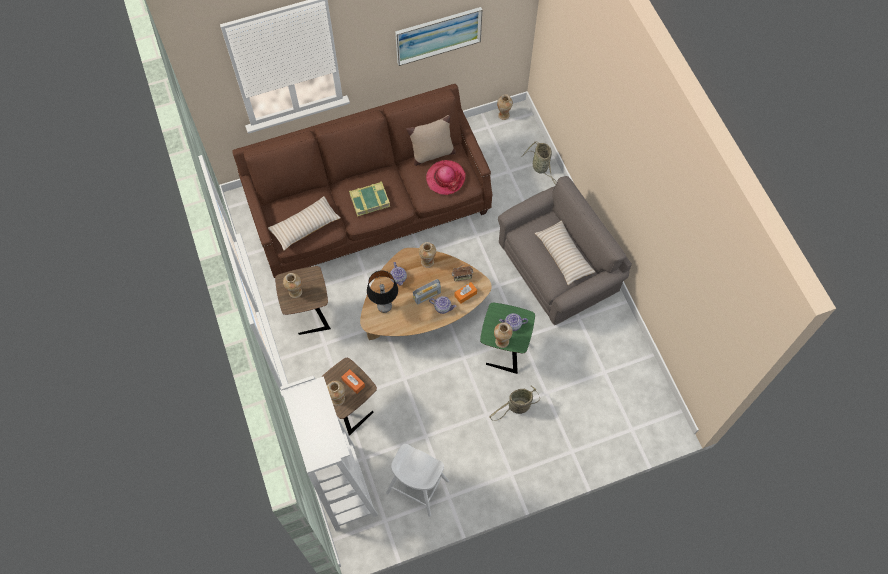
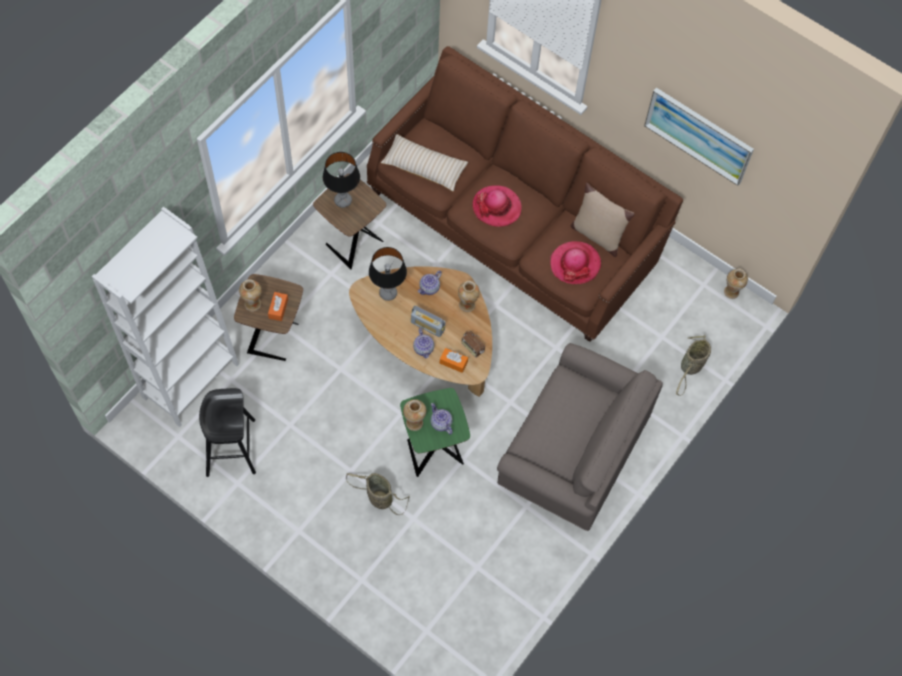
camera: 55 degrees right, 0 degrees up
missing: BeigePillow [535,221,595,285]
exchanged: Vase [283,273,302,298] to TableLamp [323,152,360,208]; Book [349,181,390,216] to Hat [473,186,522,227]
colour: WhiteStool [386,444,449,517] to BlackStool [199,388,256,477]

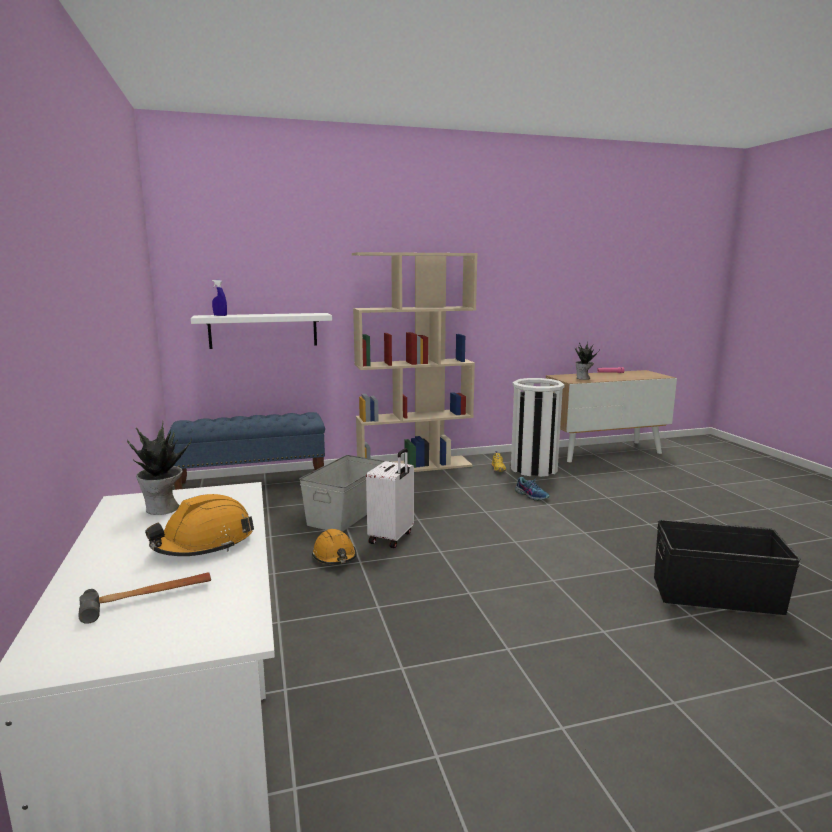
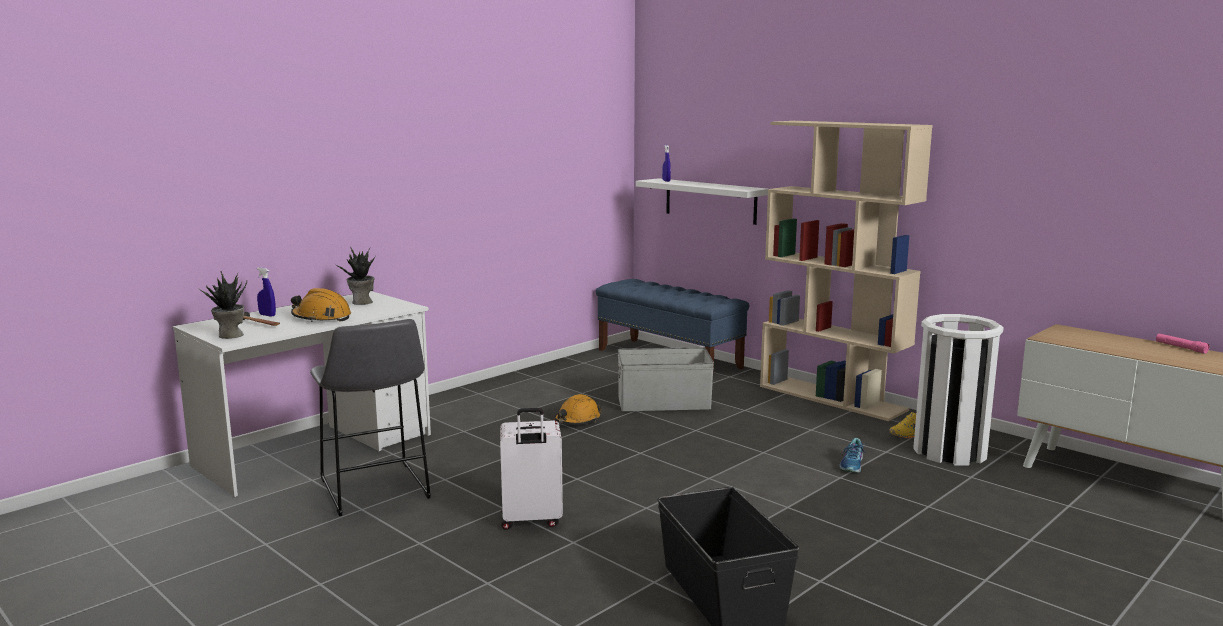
camera: 60 degrees right, 0 degrees up
appeared: BlueSprayBottle [257,267,276,317]; GreyStool [310,319,431,516]
relocated: WhiteSuitcase [366,448,414,548] to [500,408,563,530]; PottedPlant [575,342,600,380] to [199,271,247,339]

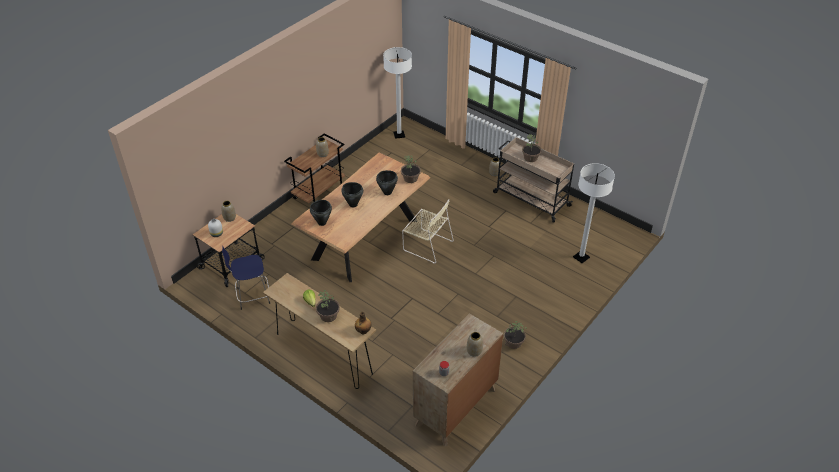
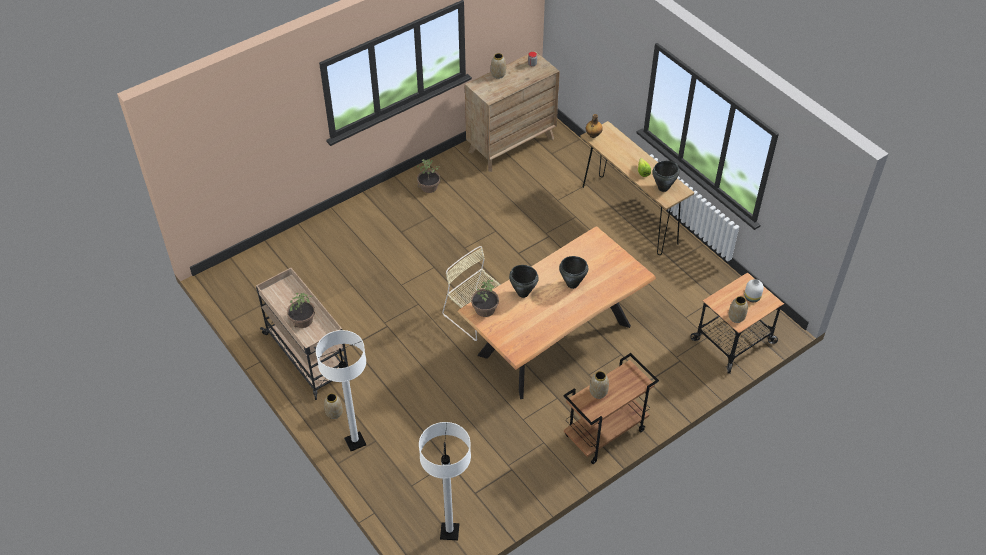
camera: 165 degrees left, 5 degrees up
missing: BlueStool [222,247,270,310]; PottedPlant [316,290,340,322]
relocated: BlackCookingPot [310,200,332,226] to [652,161,679,192]; WhiteFloorLamp [573,163,615,263] to [316,330,366,451]

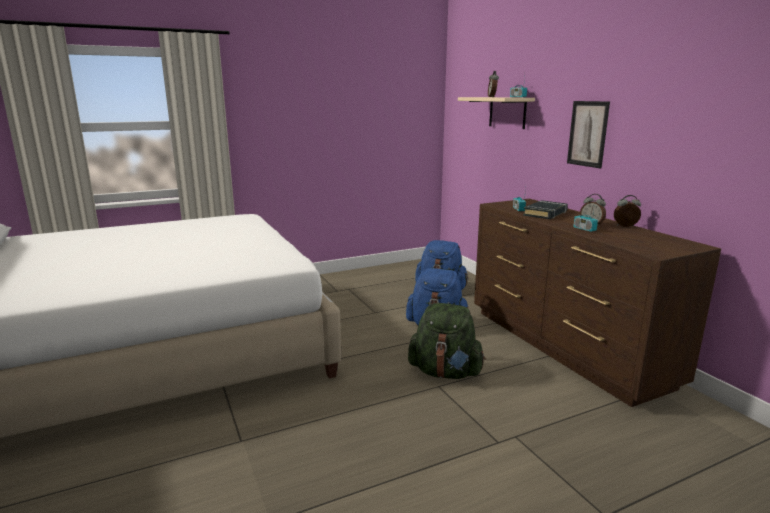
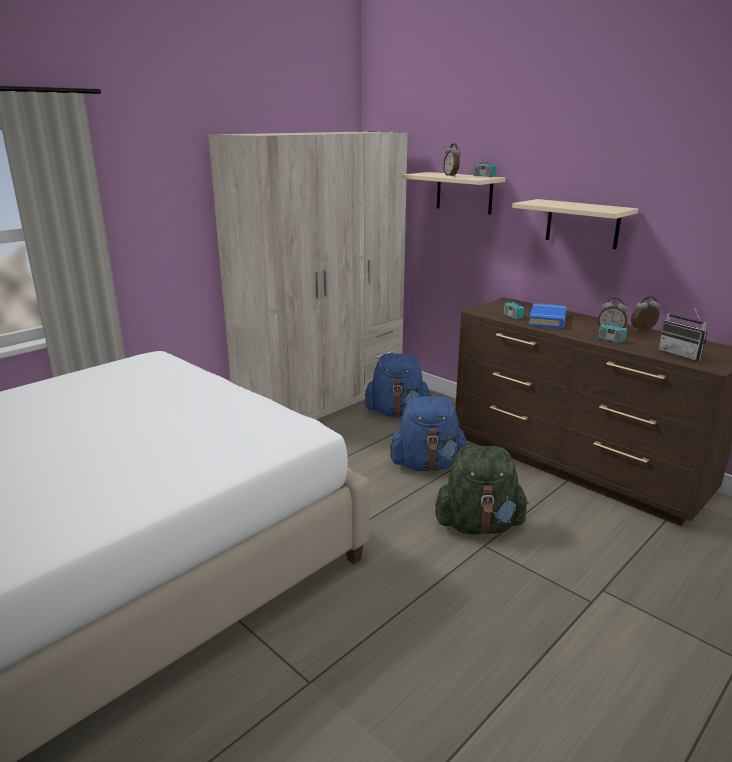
camera: 20 degrees left, 5 degrees up
appeared: BeigeWardrobe [208,131,408,420]; Radio [658,304,708,361]
exchanged: Picture [567,101,610,168] to BeigeShelf [512,199,638,249]
colour: BlackBook [523,200,568,219] to BlueBook [529,303,567,329]

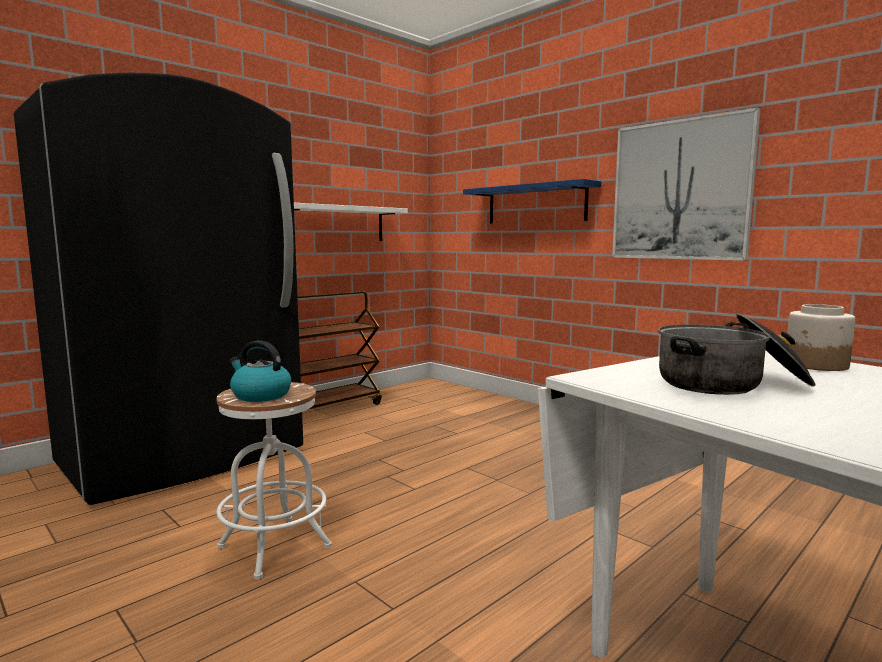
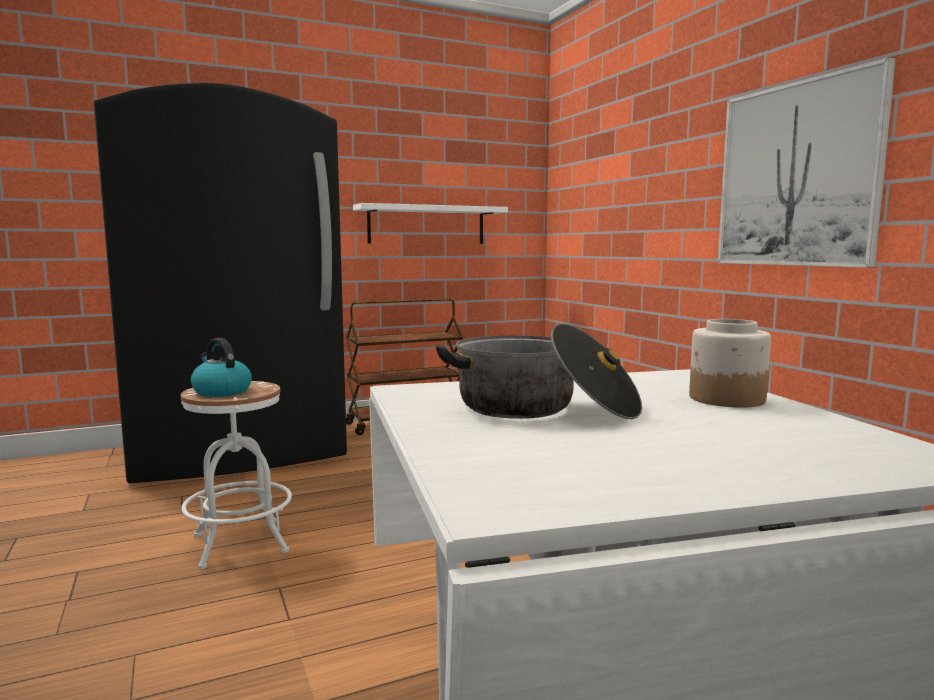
camera: 20 degrees right, 0 degrees up
missing: BlueShelf [463,179,601,223]

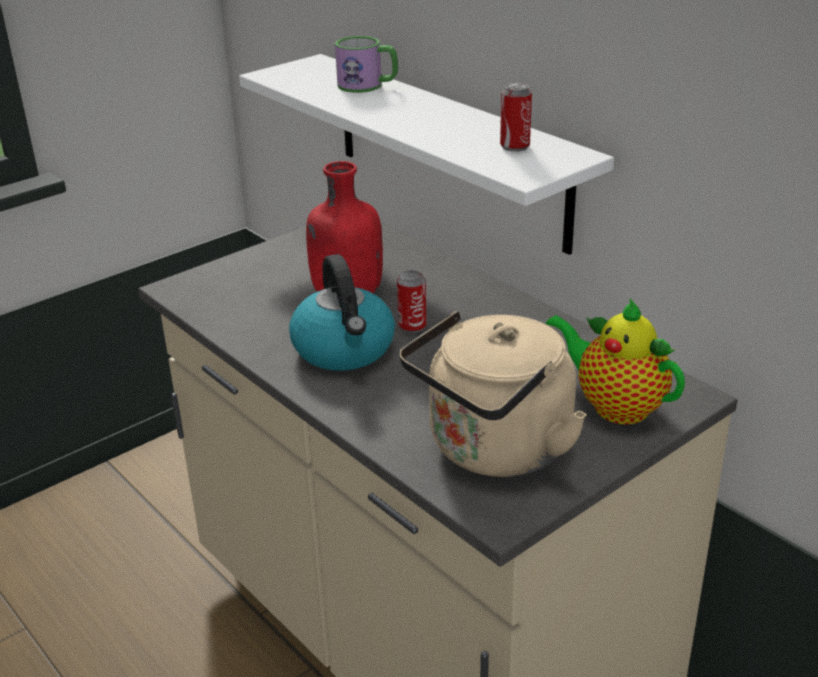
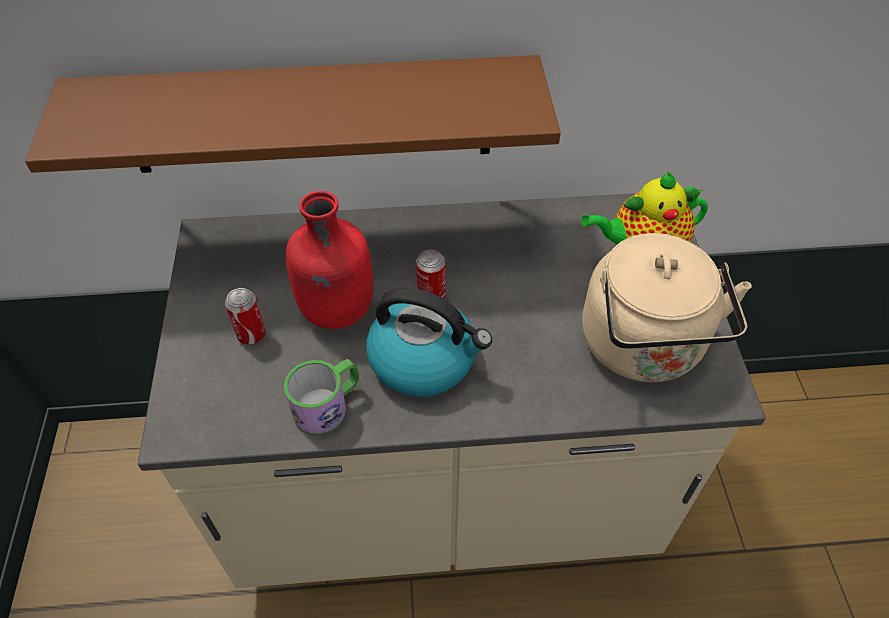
camera: 55 degrees left, 20 degrees up
relocated: Mug [335,36,398,93] to [284,359,359,436]; Can [500,83,532,152] to [225,288,266,345]
colour: WhiteShelf [239,54,614,255] to BrownShelf [25,55,561,173]

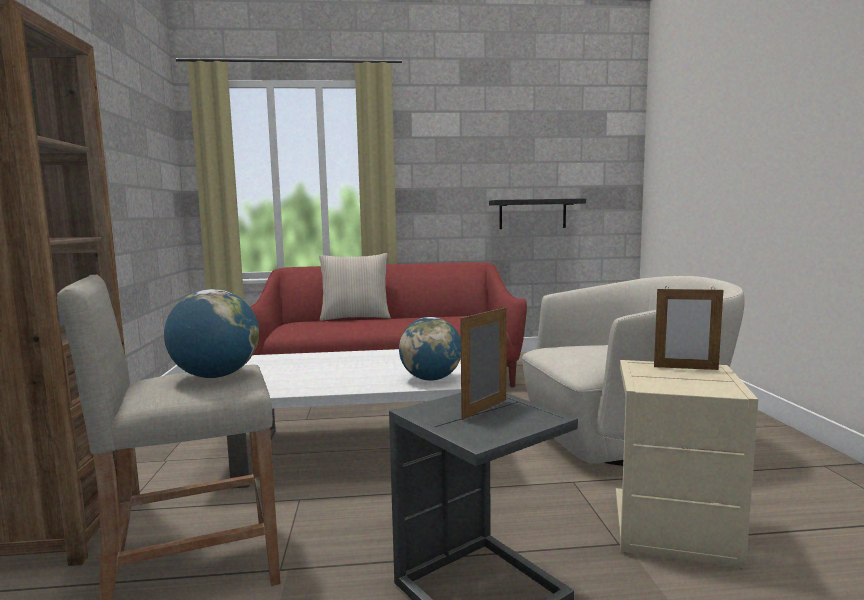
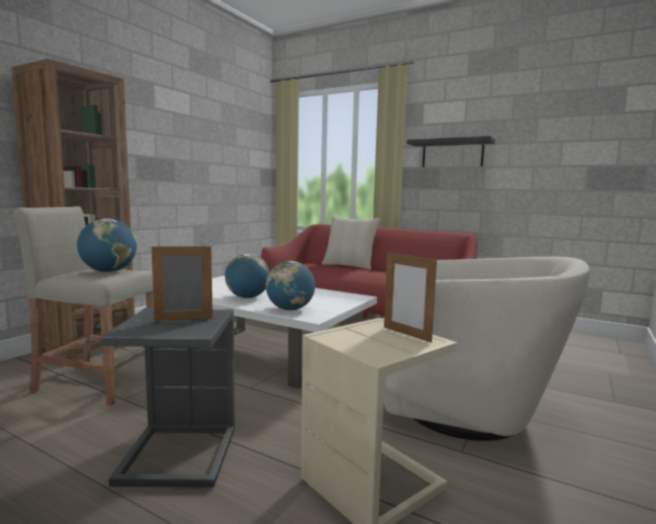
camera: 35 degrees right, 0 degrees up
appeared: Globe [225,254,270,298]
relocated: BlackShelf [489,198,586,229] to [407,136,495,167]

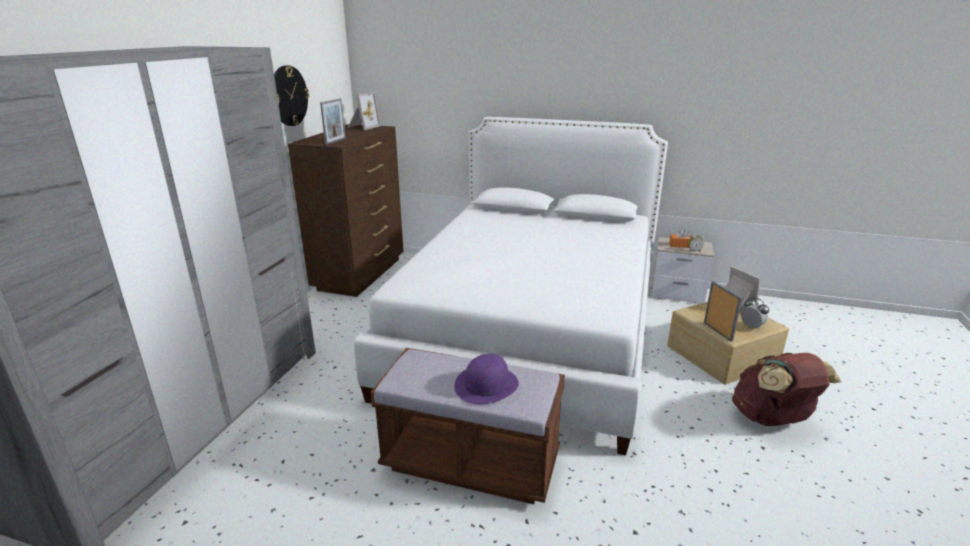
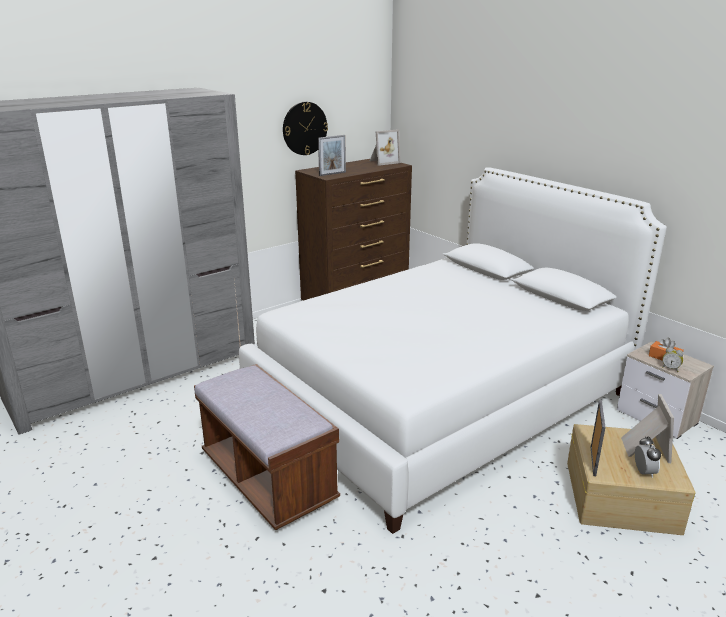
camera: 35 degrees right, 0 degrees up
missing: PurpleHat [454,353,519,405]; BrownBackpack [732,352,841,426]

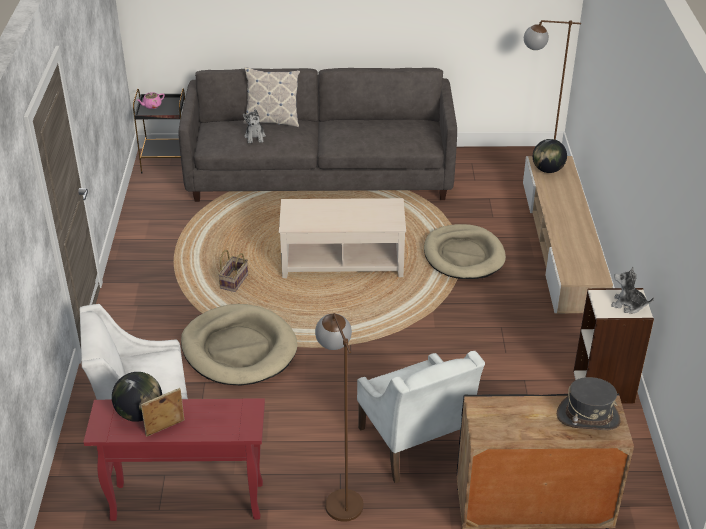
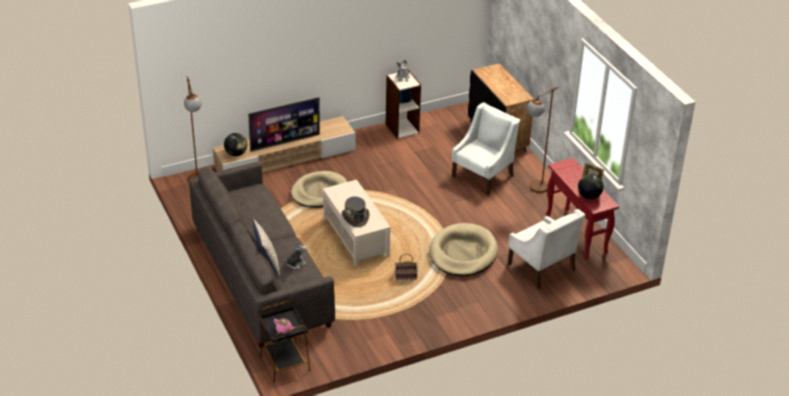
camera: 115 degrees left, 0 degrees up
appeared: Television [248,97,320,152]
relocated: GreyHat [557,377,621,430] to [342,196,369,227]

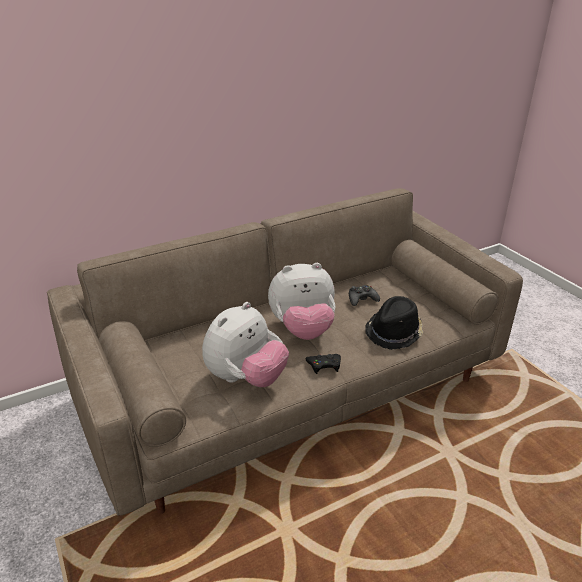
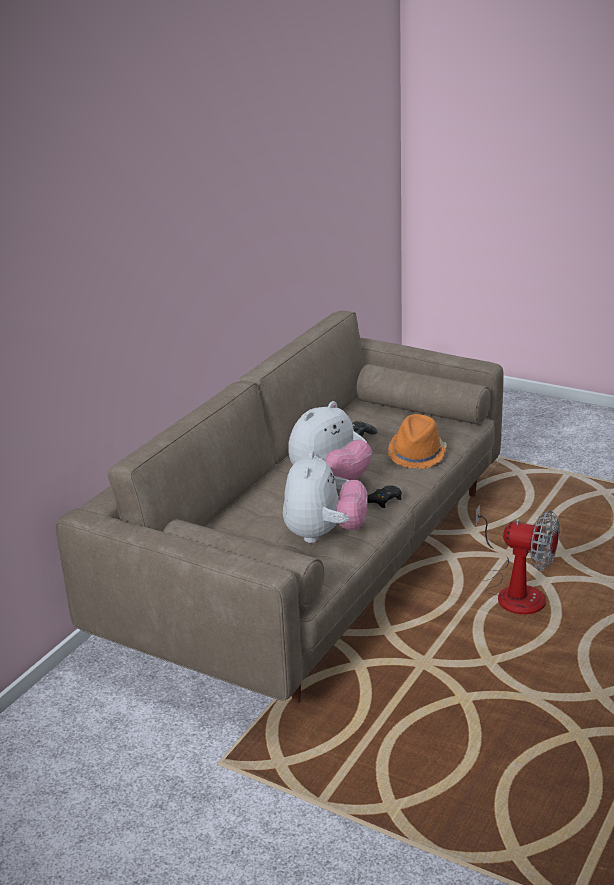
camera: 30 degrees left, 5 degrees down
appeared: Fan [476,505,559,614]
colour: BlackHat [365,296,423,350] to OrangeHat [388,414,447,469]

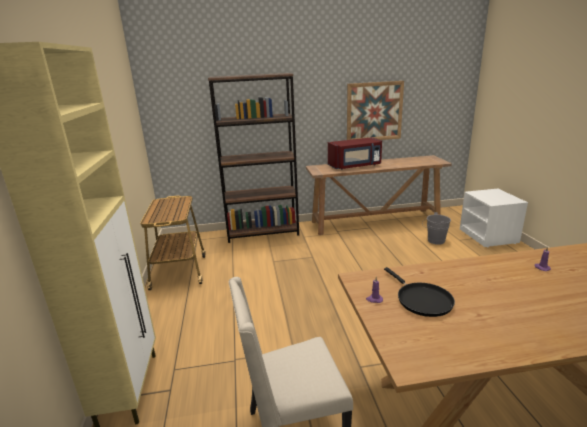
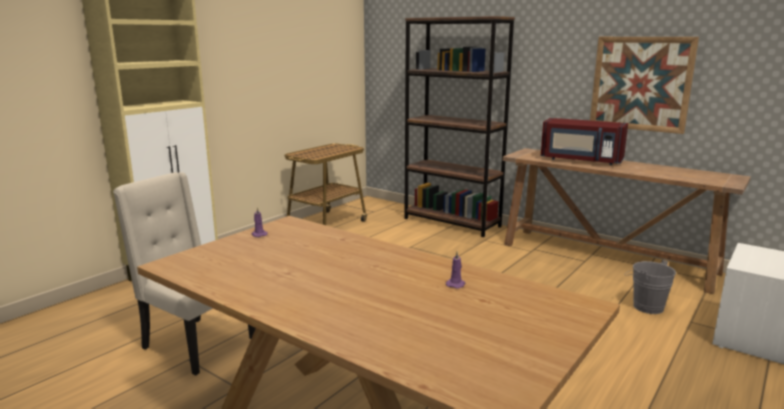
camera: 45 degrees right, 5 degrees down
missing: BlackFryingPan [384,267,455,317]

